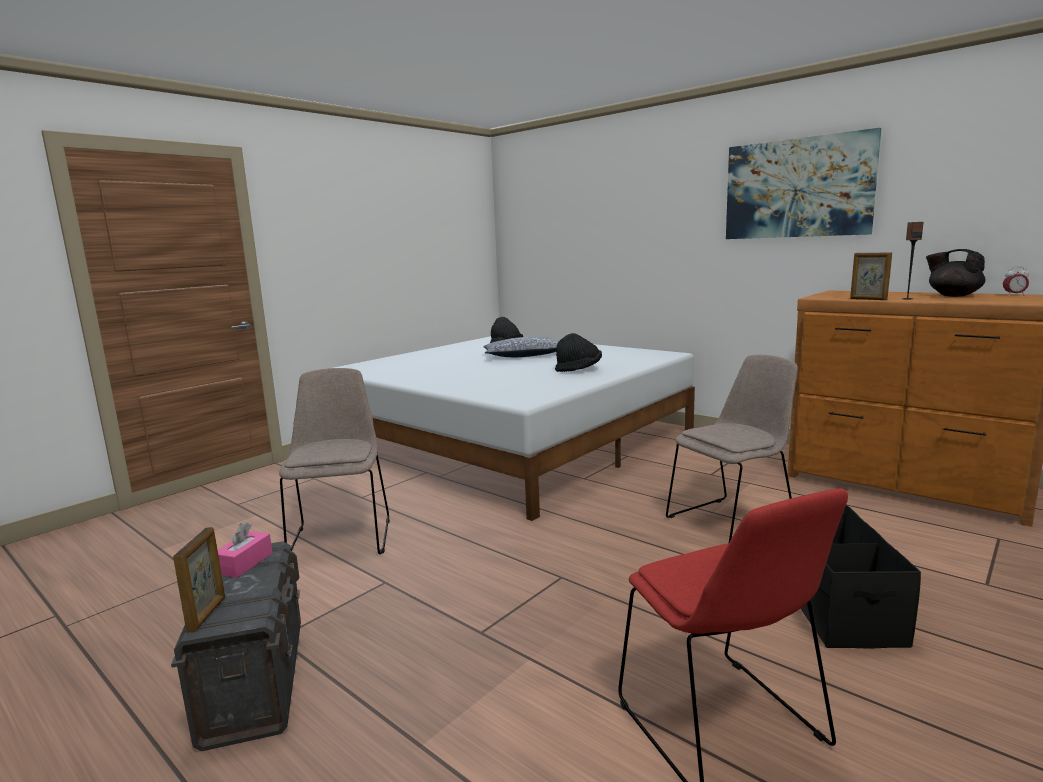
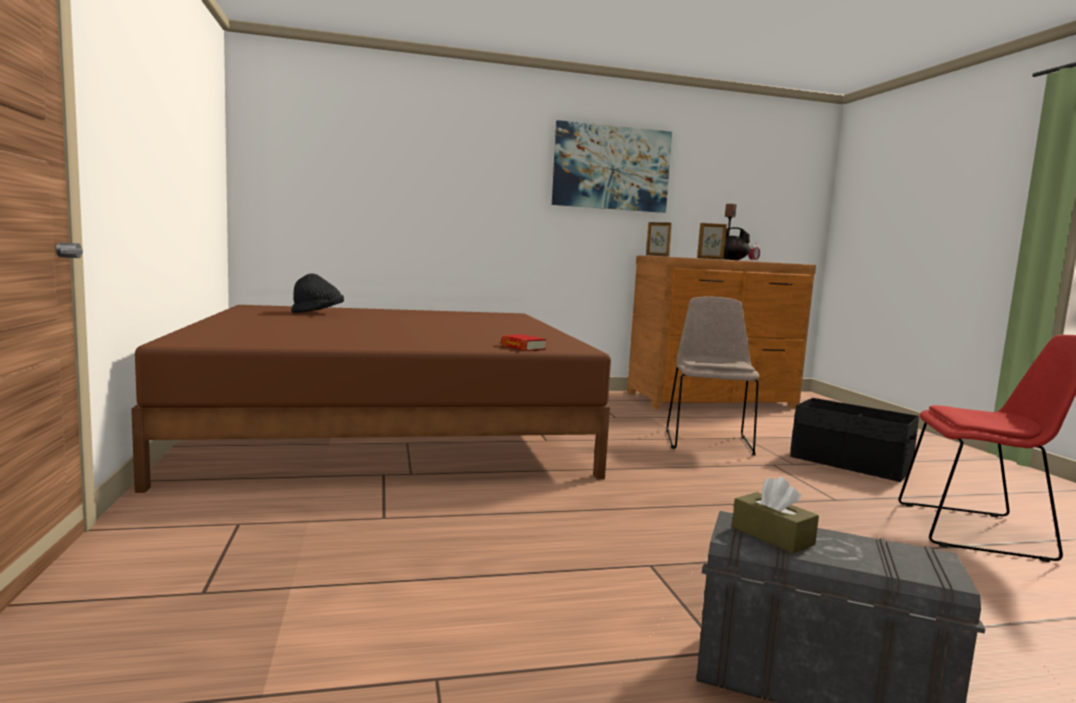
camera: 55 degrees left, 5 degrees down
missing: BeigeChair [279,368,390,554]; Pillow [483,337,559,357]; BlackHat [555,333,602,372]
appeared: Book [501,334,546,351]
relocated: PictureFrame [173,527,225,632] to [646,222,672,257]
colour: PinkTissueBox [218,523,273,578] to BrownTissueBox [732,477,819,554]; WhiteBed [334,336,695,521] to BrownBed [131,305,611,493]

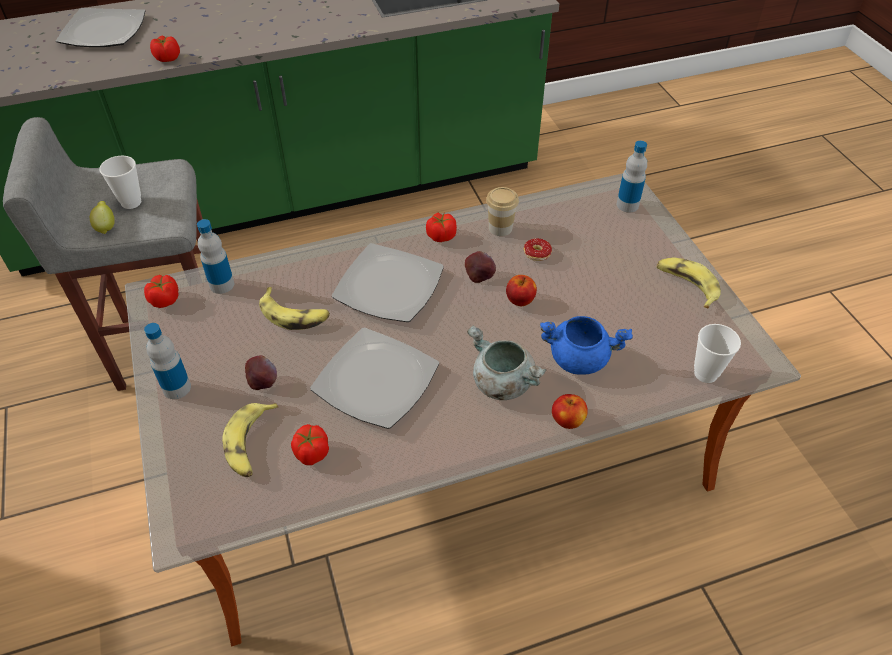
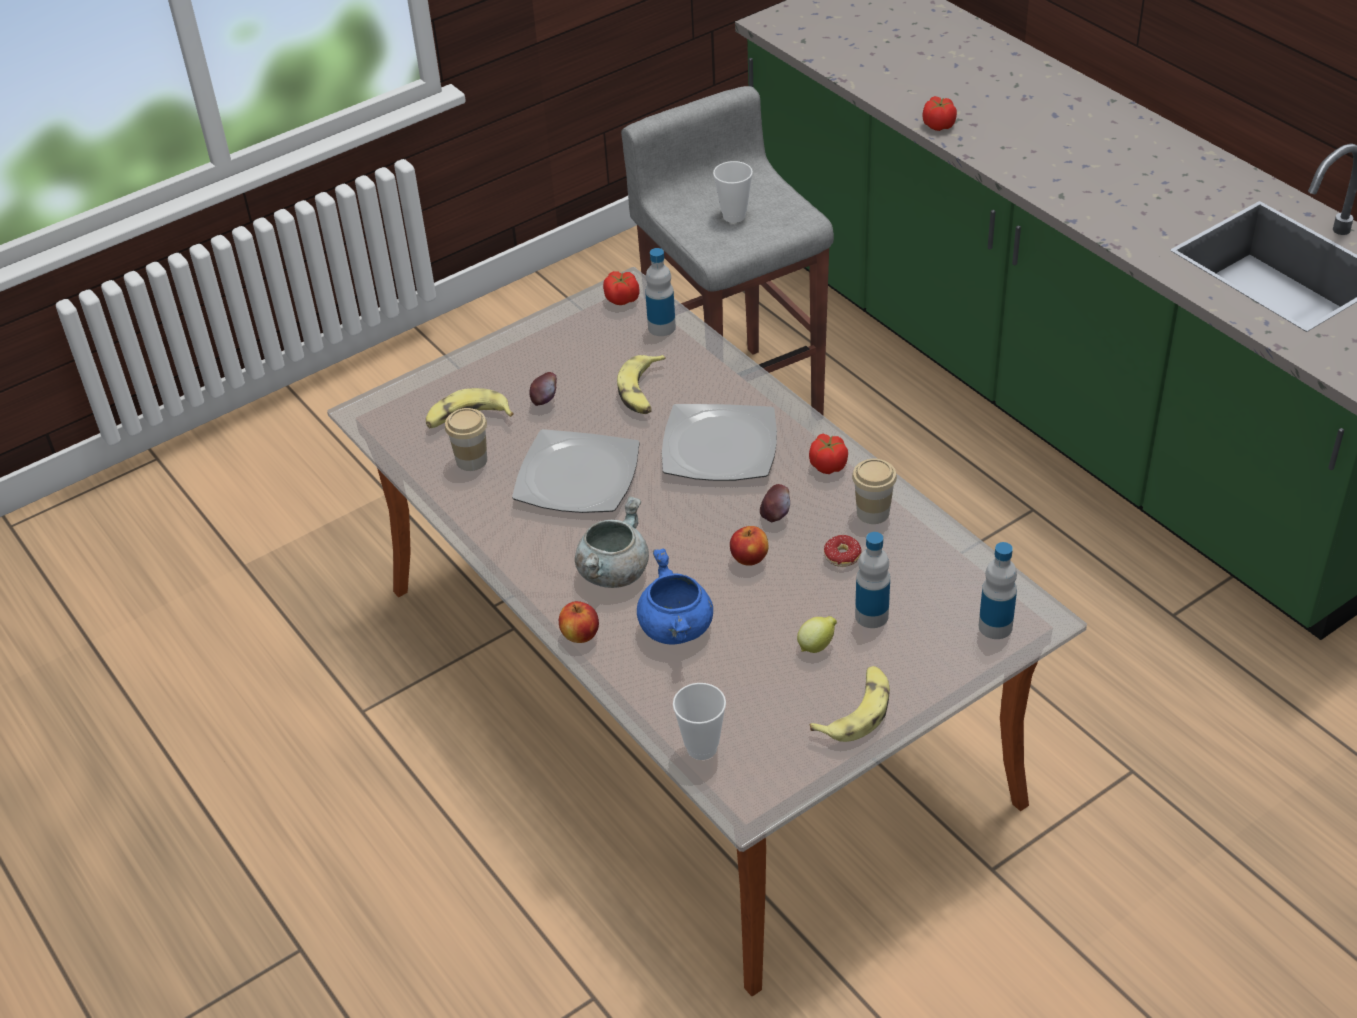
camera: 75 degrees right, 5 degrees down
missing: Plate [56,8,145,47]
relocated: Lemon [90,201,115,234] to [797,616,837,653]; Bottle [144,323,191,399] to [855,532,890,628]
exchanged: Tomato [291,424,329,465] to Cup [445,408,487,471]

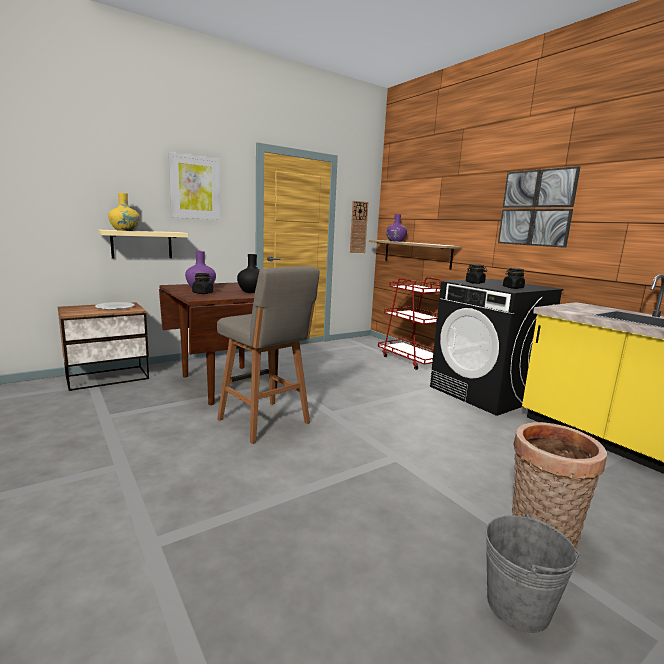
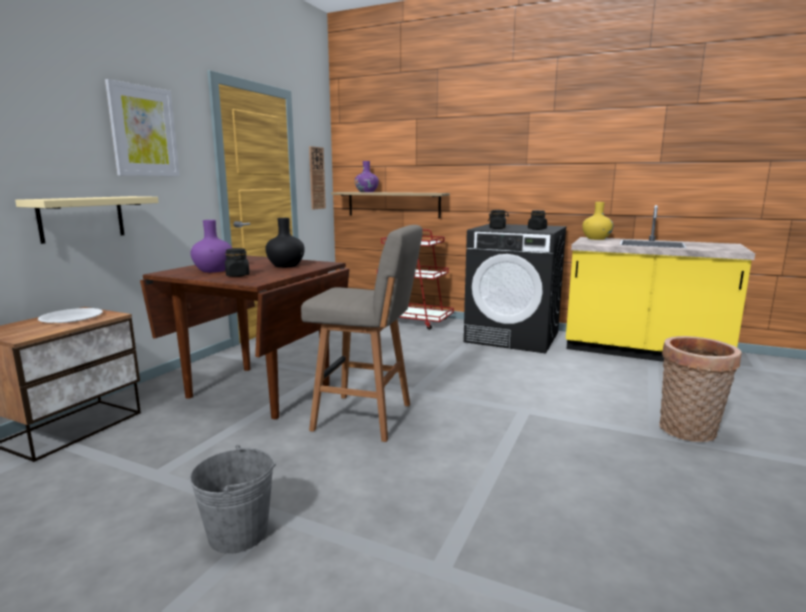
camera: 30 degrees left, 0 degrees up
missing: Picture [498,166,580,248]
relocated: YellowVase [108,193,140,231] to [582,202,613,240]; GreyBucket [486,513,579,633] to [190,445,276,554]

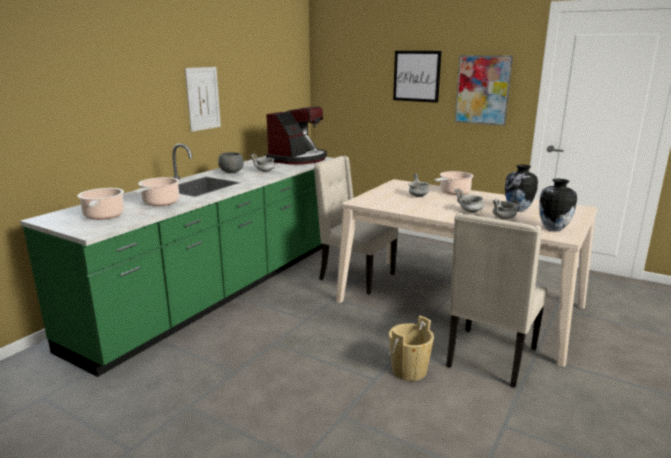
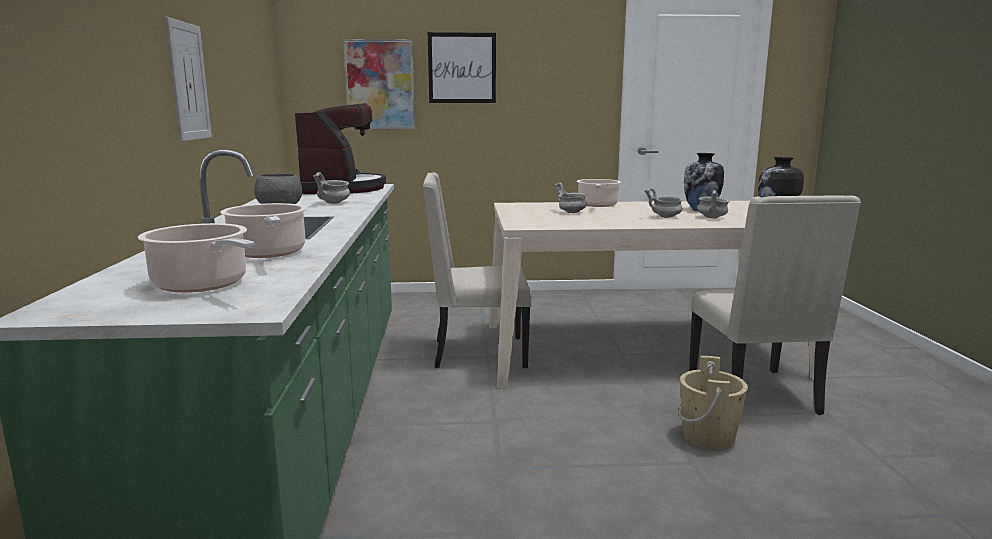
camera: 35 degrees left, 5 degrees down
relocated: Picture [455,55,513,126] to [343,39,415,129]

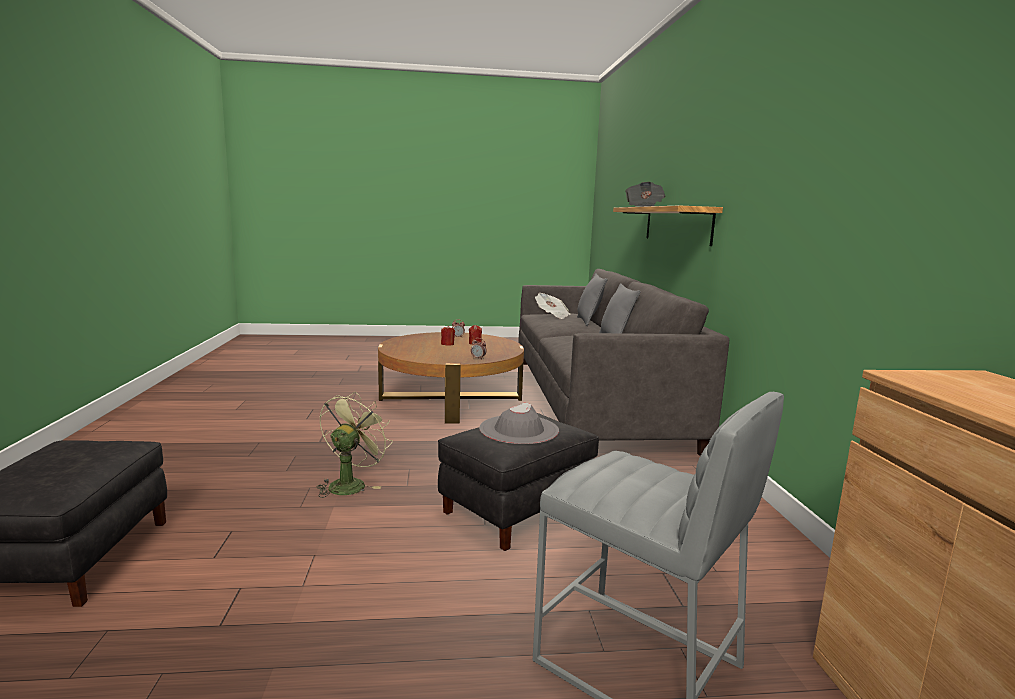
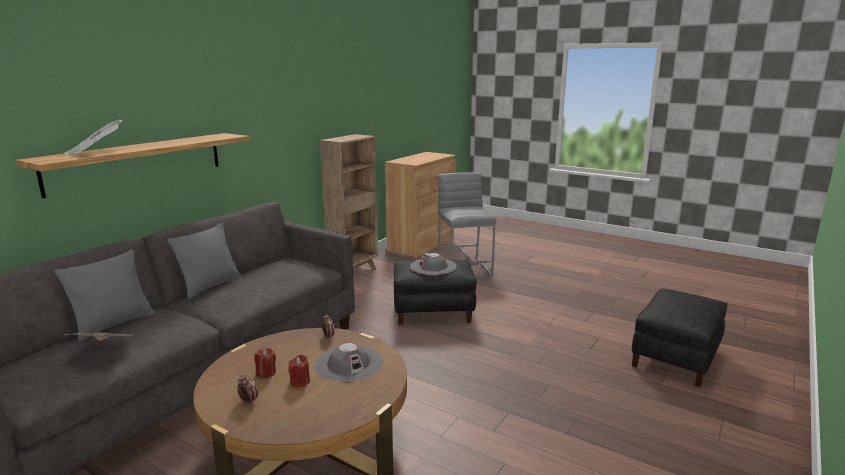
camera: 140 degrees left, 5 degrees up
missing: GreenFan [316,392,393,498]
appeared: GreyHat [314,343,383,382]; BrownBookcase [320,134,378,270]

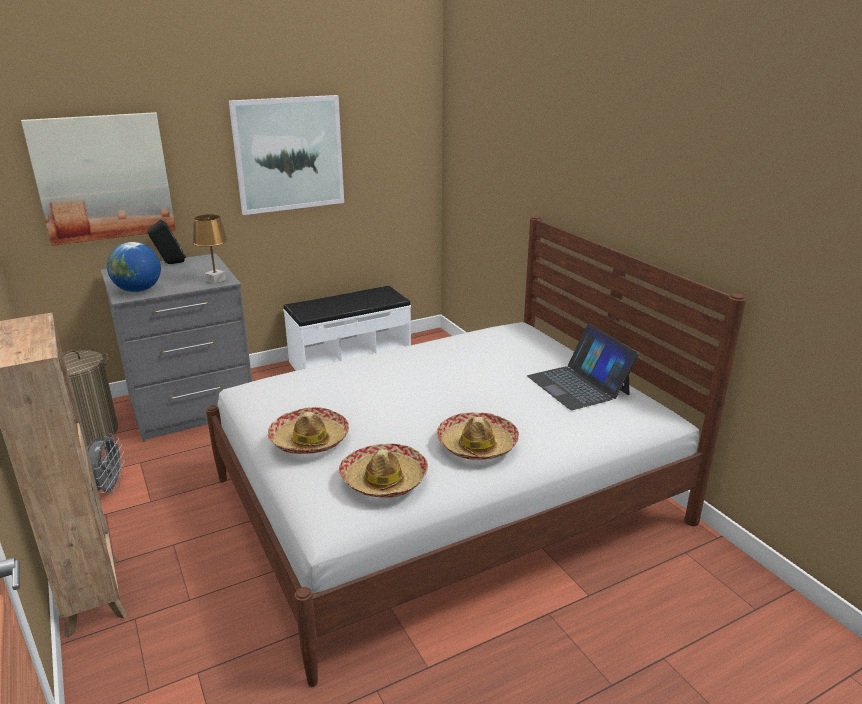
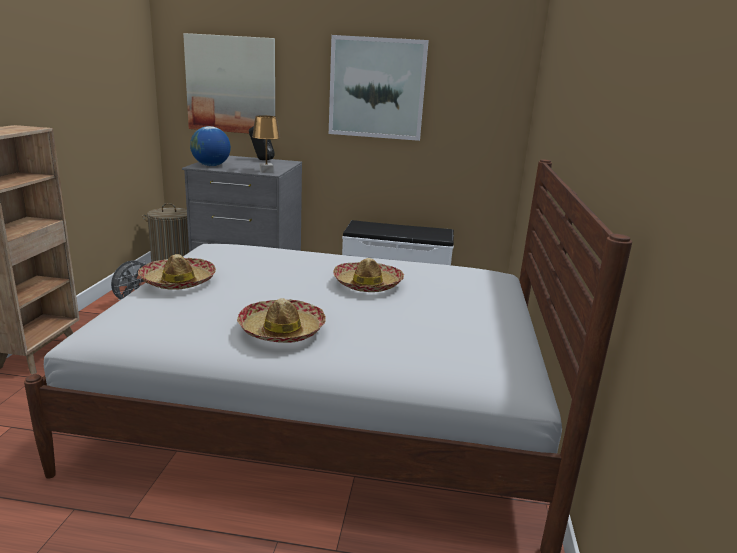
camera: 35 degrees right, 5 degrees down
missing: Laptop [527,324,639,410]
relocated: Hat [339,444,428,498] to [333,258,404,292]

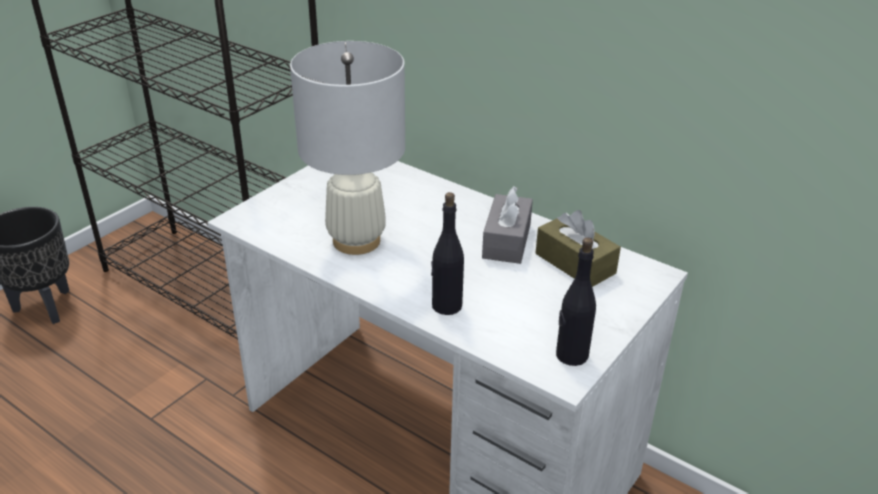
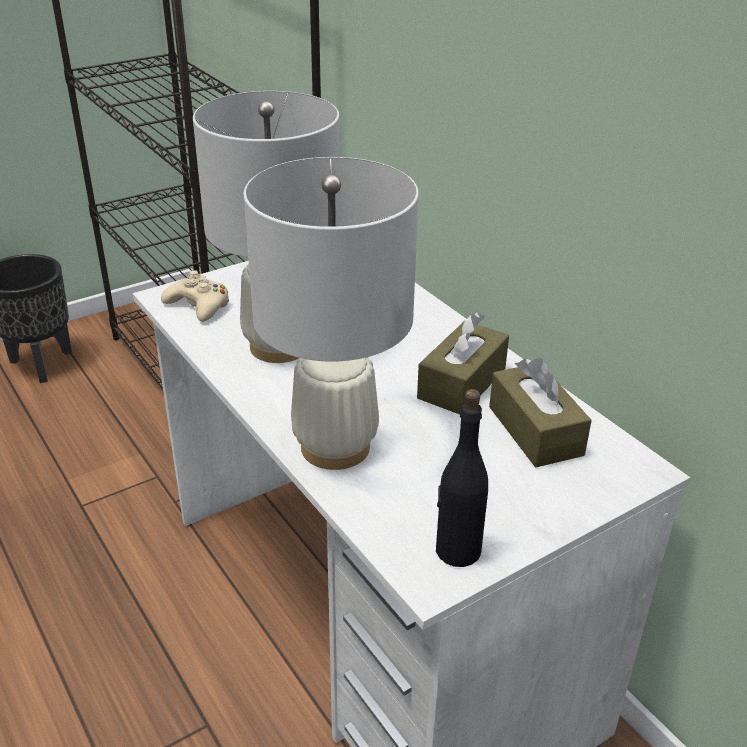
camera: 20 degrees right, 0 degrees up
appeared: BeigeGameController [161,270,229,322]
exchanged: BlackBottle [431,192,464,315] to WhiteTableLamp [244,157,419,470]
colour: GreyTissueBox [482,186,533,264] to BrownTissueBox [417,312,509,415]

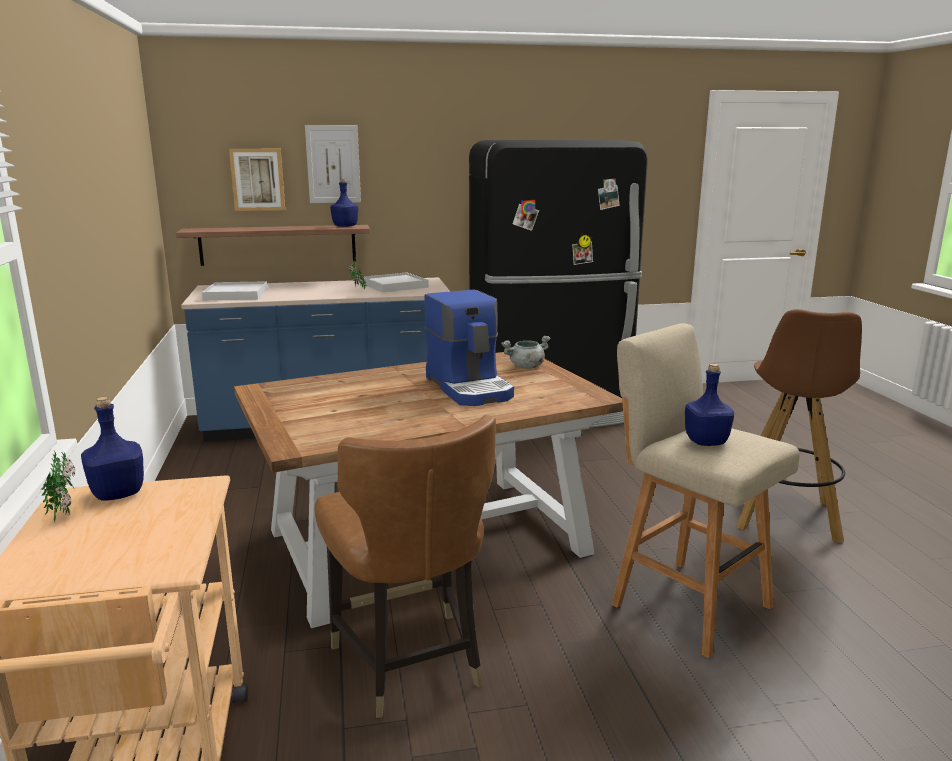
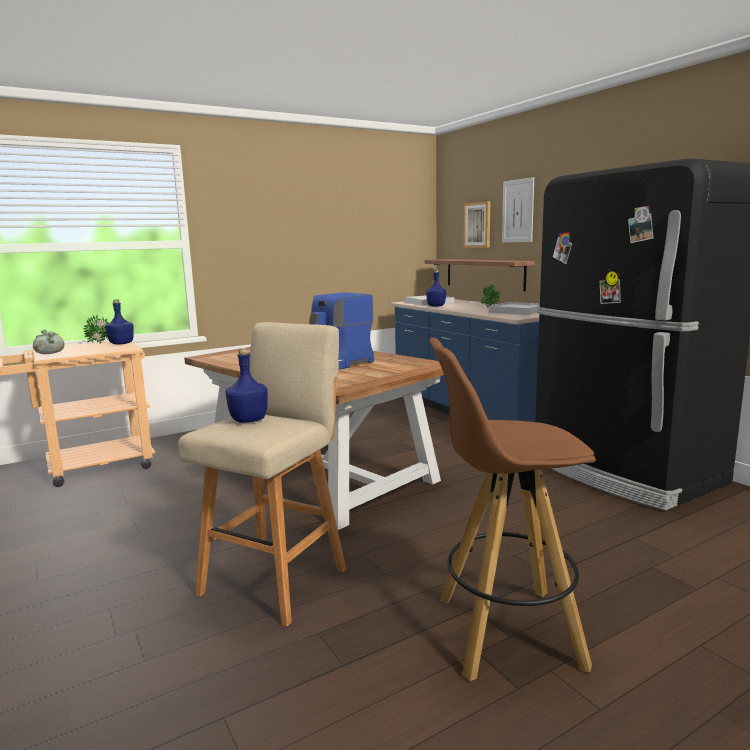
camera: 70 degrees right, 5 degrees down
missing: BrownChair [315,415,496,718]
relocated: BlueBottle [330,179,358,227] to [426,270,446,307]; GreyCookingPot [501,336,550,369] to [33,329,65,354]

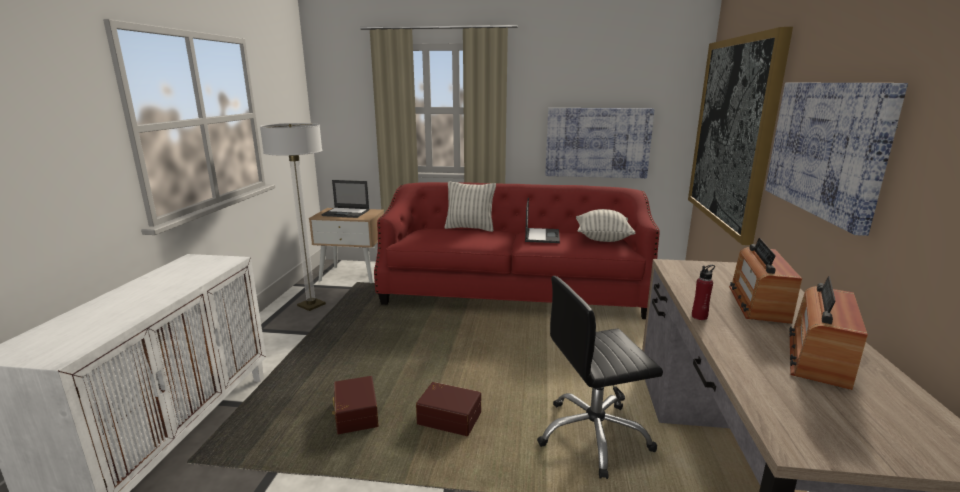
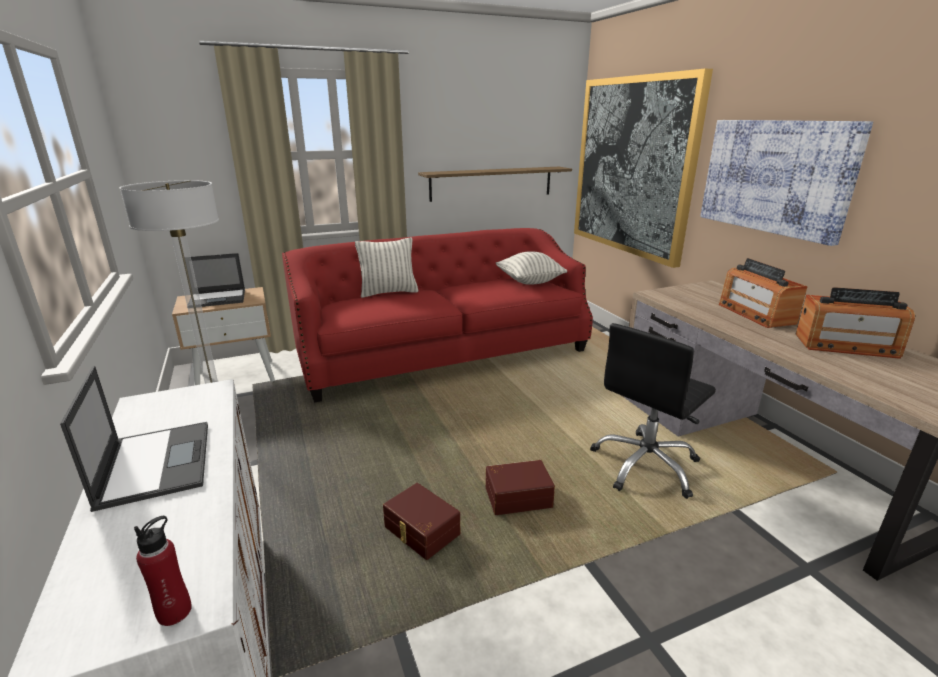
camera: 30 degrees left, 5 degrees up
relocated: Laptop [525,198,560,243] to [60,366,208,512]; RedBottle [692,265,715,320] to [134,516,192,626]
exchanged: Picture [546,108,654,178] to Shelf [418,167,572,202]
spun: Radio [789,276,868,390] = [796,287,915,359] 75 degrees counterclockwise

